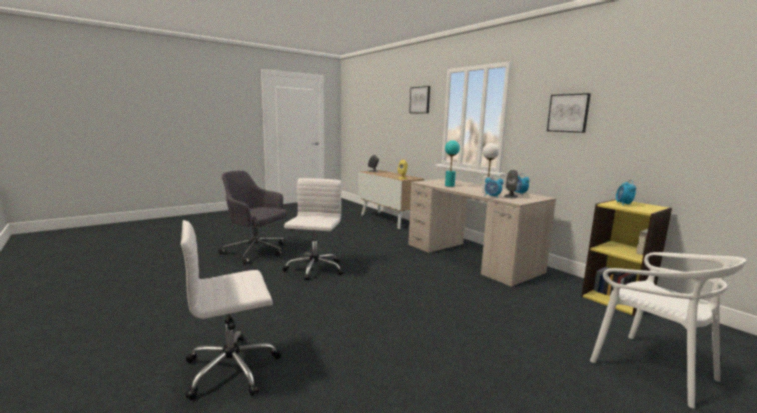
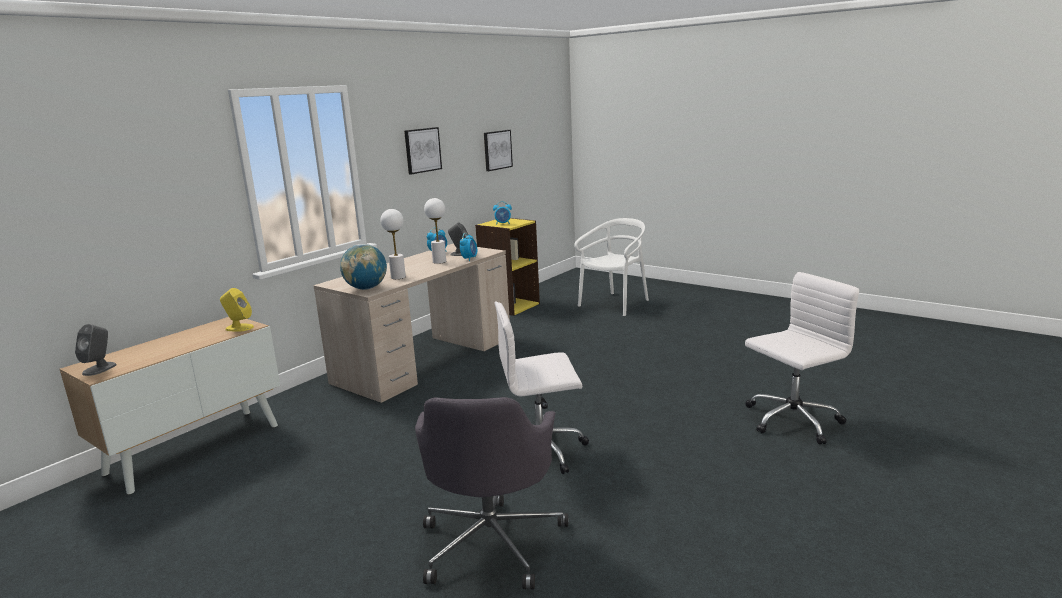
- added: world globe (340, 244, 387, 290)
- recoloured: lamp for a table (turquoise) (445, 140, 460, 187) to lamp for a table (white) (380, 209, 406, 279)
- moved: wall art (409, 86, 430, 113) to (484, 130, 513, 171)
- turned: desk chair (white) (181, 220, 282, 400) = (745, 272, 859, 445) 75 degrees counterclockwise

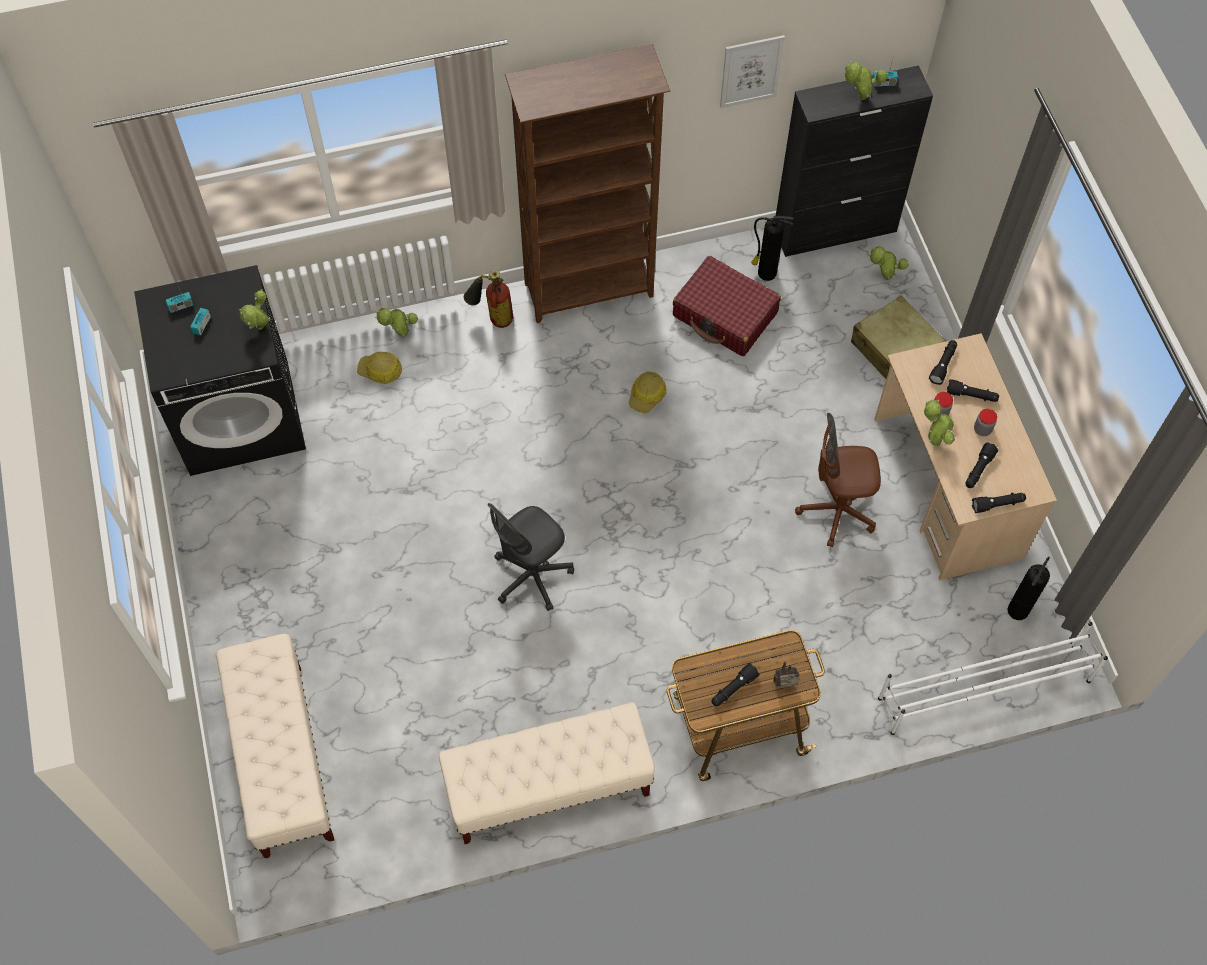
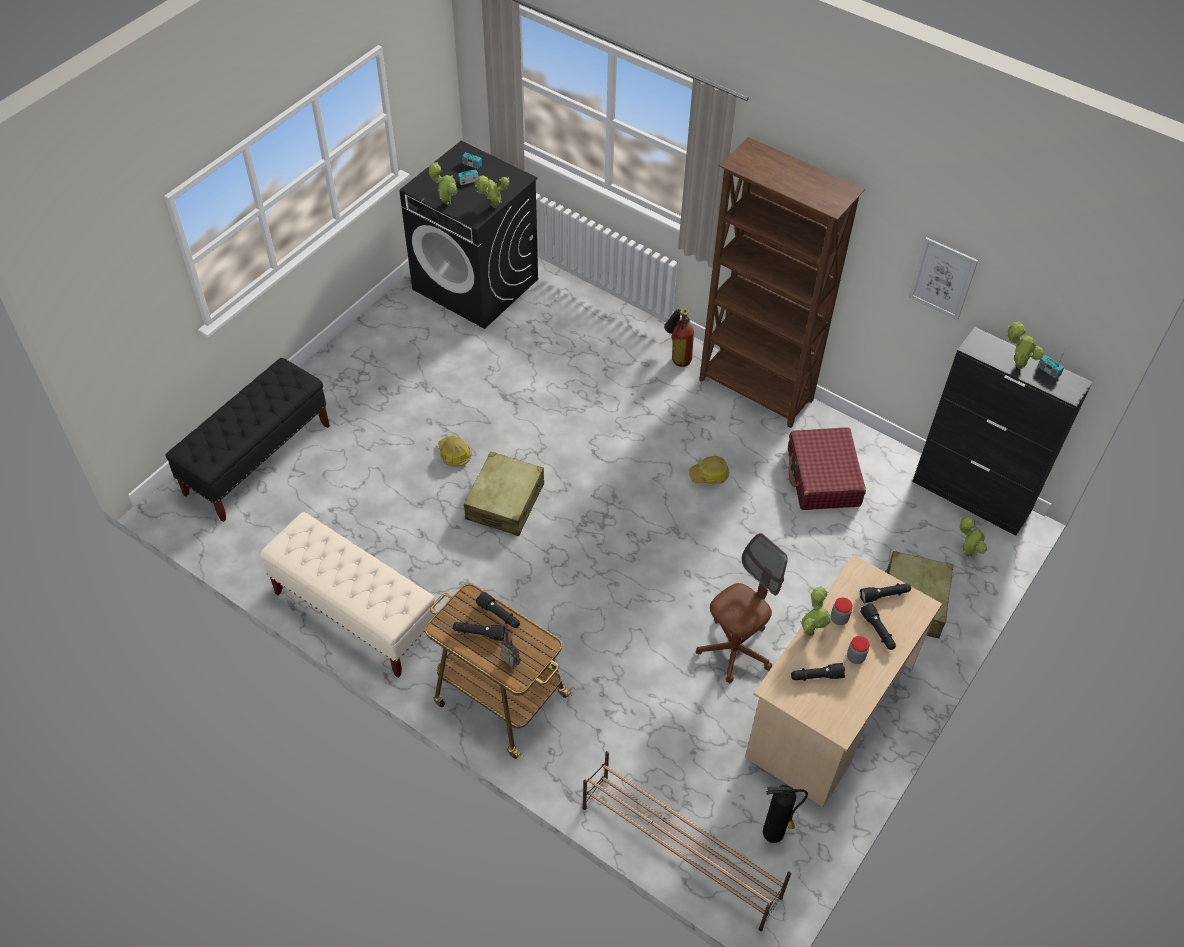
- recoloured: long seat (sand-coloured) (216, 634, 334, 858) to long seat (black-coloured) (165, 358, 330, 522)
- moved: houseplant (375, 307, 418, 337) to (428, 162, 458, 205)
- moved: safety helmet (357, 352, 402, 384) to (438, 435, 472, 467)
- replaced: desk chair (grey) (488, 503, 574, 611) to suitcase (sand-coloured) (464, 451, 544, 536)
- moved: flashlight (black-coloured) (972, 492, 1026, 513) to (476, 592, 520, 628)
- recoloured: shoe stand (white) (878, 622, 1108, 735) to shoe stand (brown-coloured) (582, 751, 791, 931)
- turned: desk chair (brown-coloured) (795, 413, 881, 547) = (696, 533, 788, 684) 90 degrees clockwise
- removed: fire-fighting cylinder (751, 213, 794, 281)

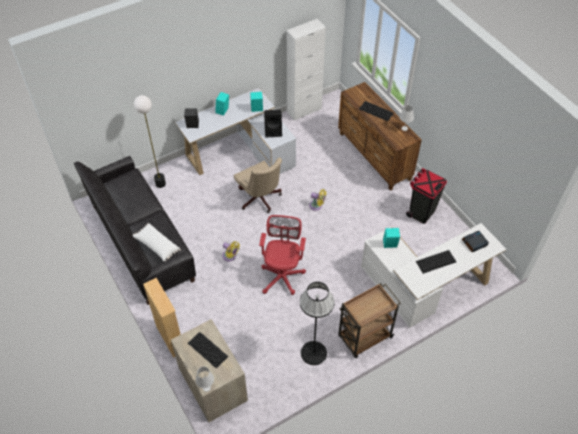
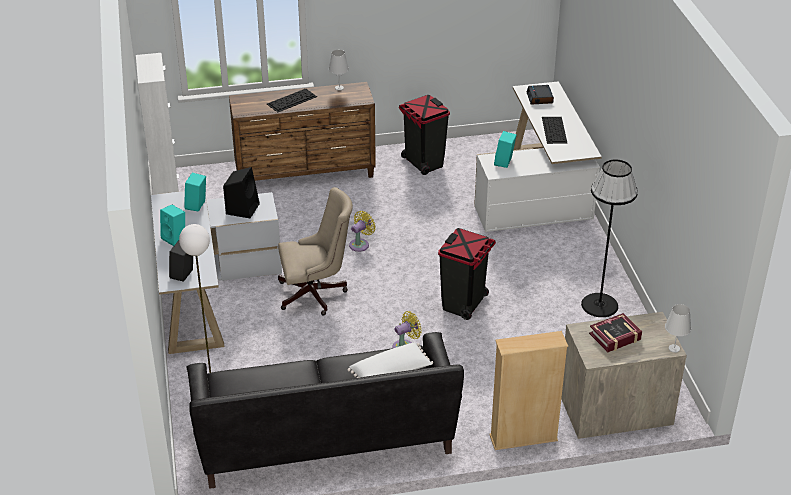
- replaced: desk chair (red-coloured) (259, 215, 306, 295) to waste bin (black-coloured) (438, 228, 496, 320)
- replaced: PC keyboard (188, 332, 229, 368) to volume (589, 313, 642, 353)
- removed: cart (brown-coloured) (338, 283, 401, 358)

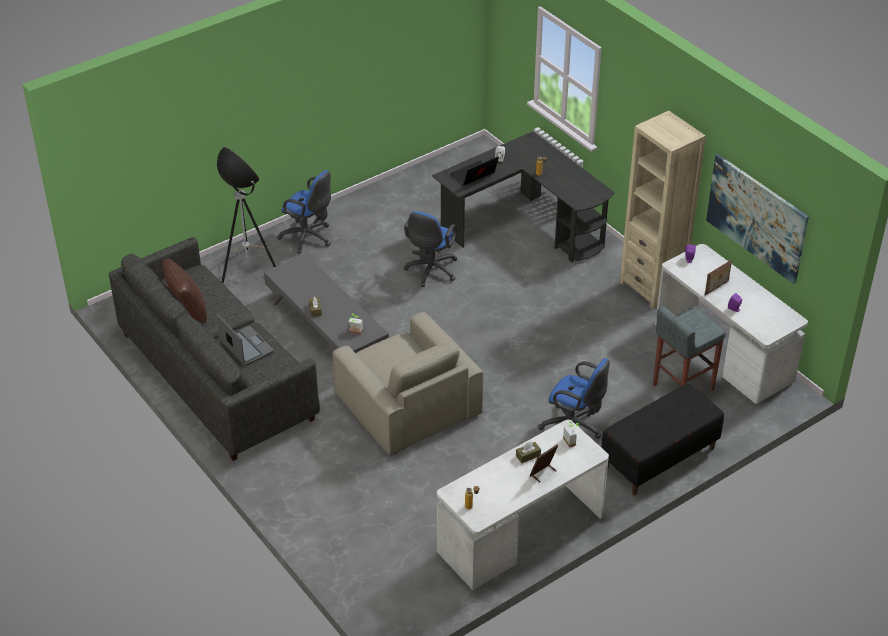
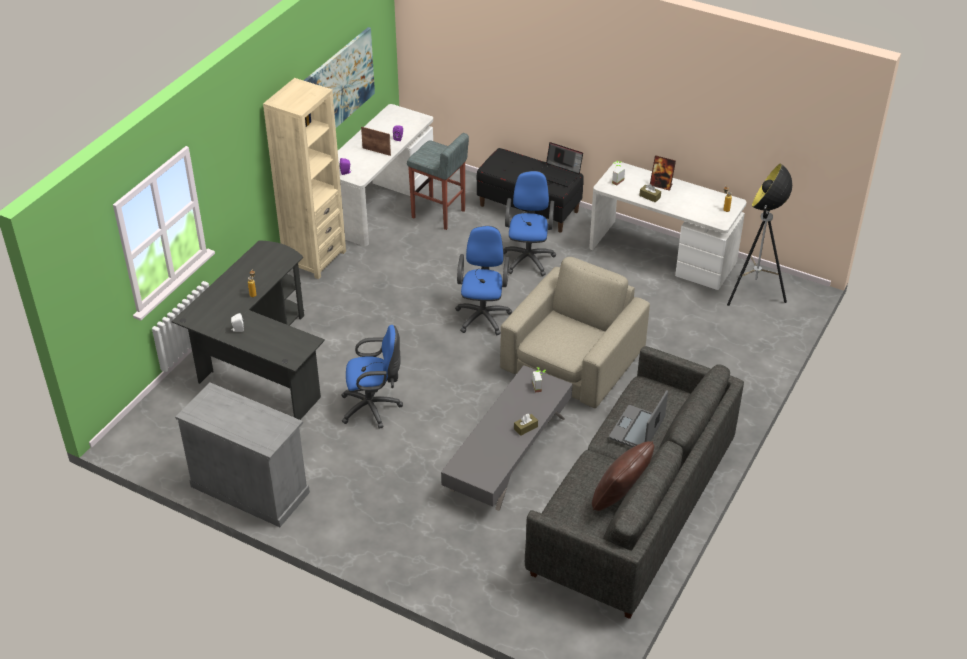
- added: cupboard (grey) (175, 382, 310, 527)
- moved: desk chair (bluish) (277, 170, 331, 254) to (455, 226, 512, 335)
- moved: laptop (450, 156, 499, 185) to (539, 142, 583, 187)
- moved: standard lamp (217, 147, 276, 283) to (727, 164, 792, 306)

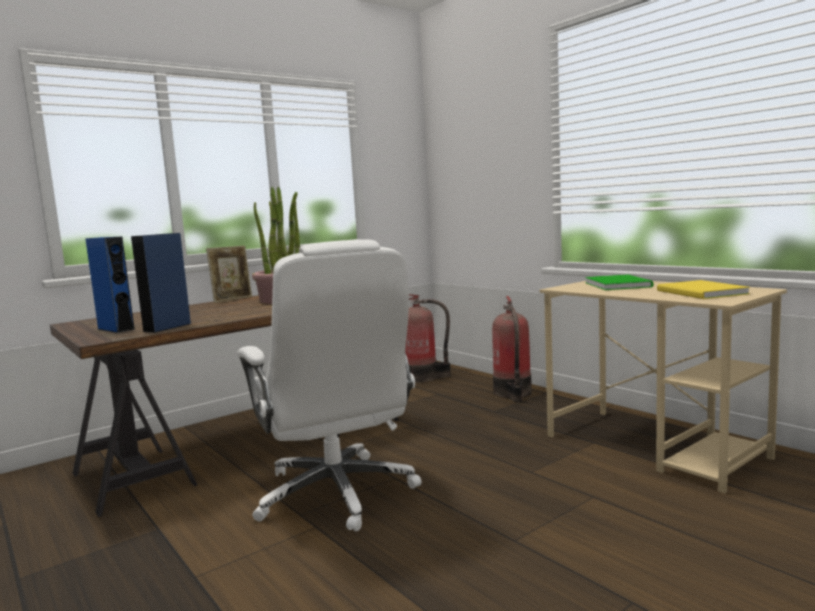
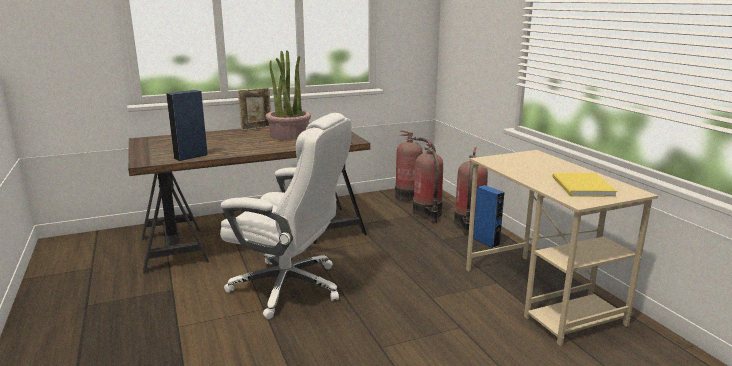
- turned: desk chair (white) (237, 239, 422, 532) = (220, 113, 352, 319) 60 degrees counterclockwise
- added: fire-fighting cylinder (413, 139, 443, 223)
- moved: loudspeaker (bluish) (85, 237, 135, 333) to (473, 185, 504, 248)
- removed: volume (green) (585, 274, 653, 290)

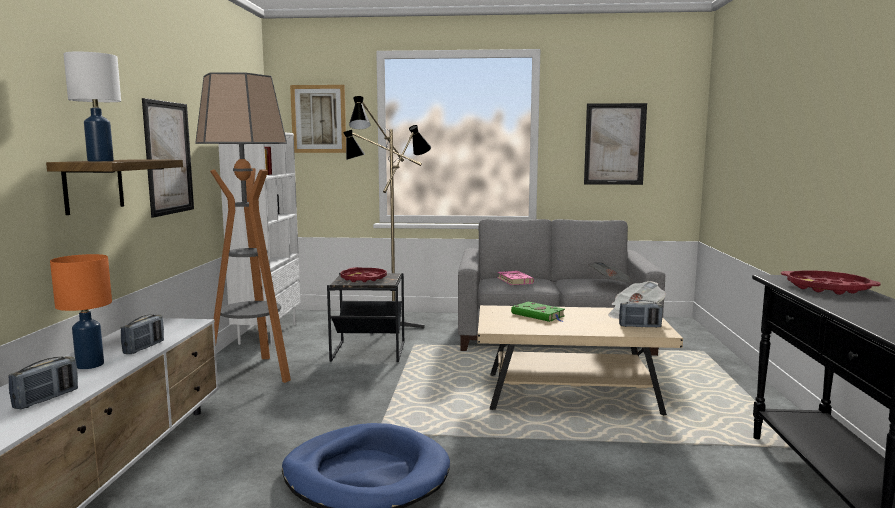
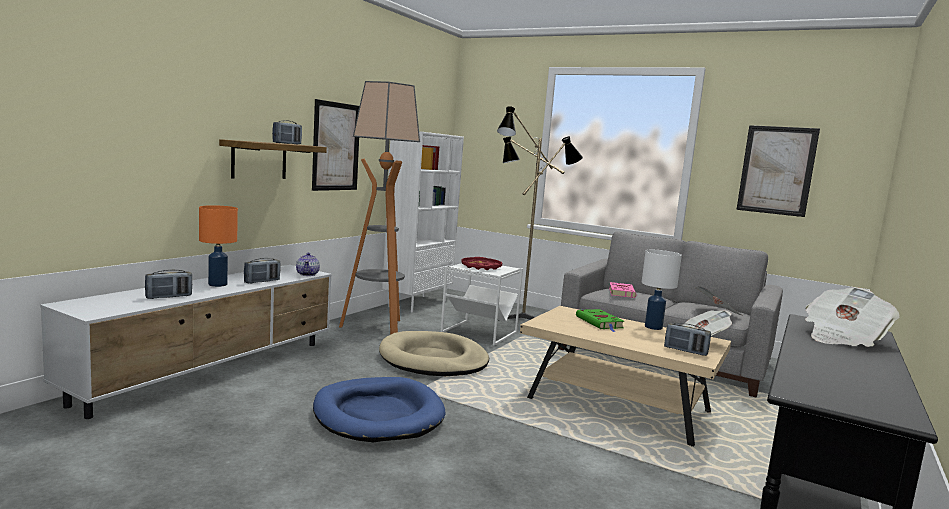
- added: radio set (272, 120, 302, 144)
- added: tea pot (296, 253, 320, 276)
- added: pet bed (sand-coloured) (379, 331, 489, 376)
- recoloured: accent table (black-coloured) (327, 273, 404, 362) to accent table (white) (440, 263, 523, 346)
- moved: lamp for a table (white) (63, 52, 121, 161) to (642, 250, 682, 330)
- replaced: tray (red-coloured) (781, 270, 881, 295) to printed paper (805, 287, 900, 347)
- removed: wall art (290, 85, 346, 153)

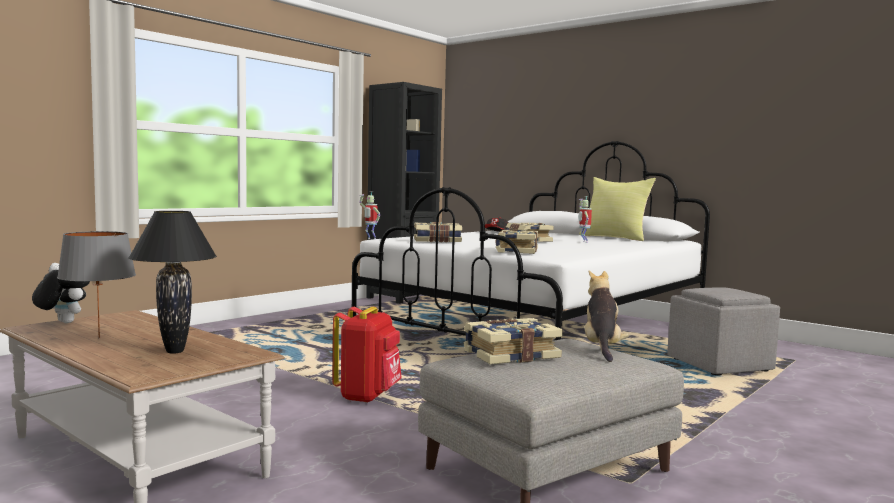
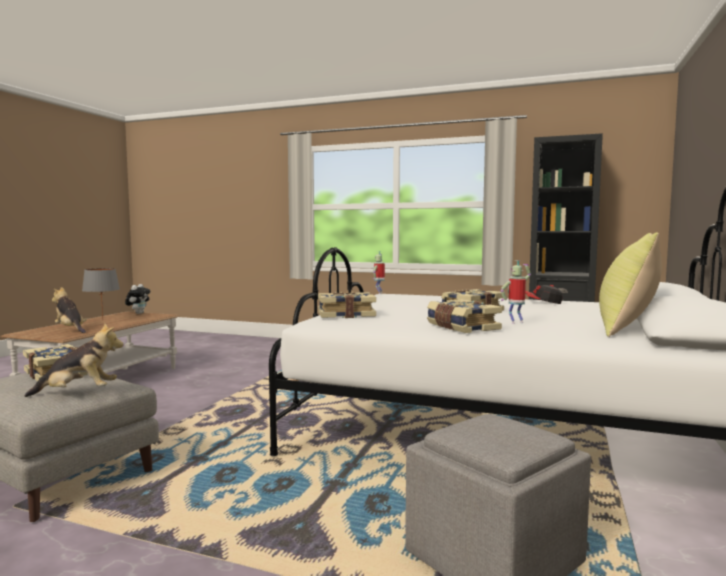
- replaced: lamp for a table (black-coloured) (128, 211, 217, 354) to plush toy (52, 287, 87, 333)
- moved: volume (414, 222, 462, 243) to (427, 299, 502, 333)
- removed: rucksack (red-coloured) (333, 307, 402, 403)

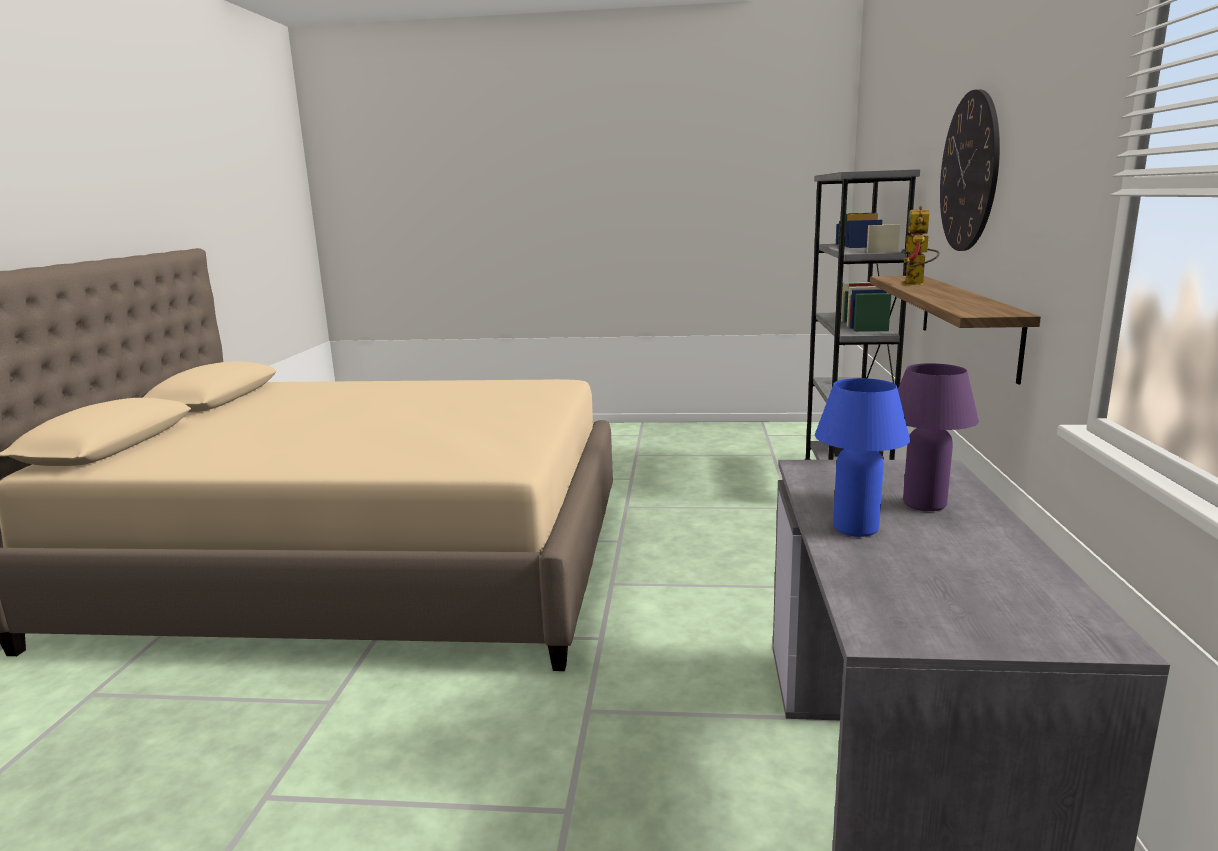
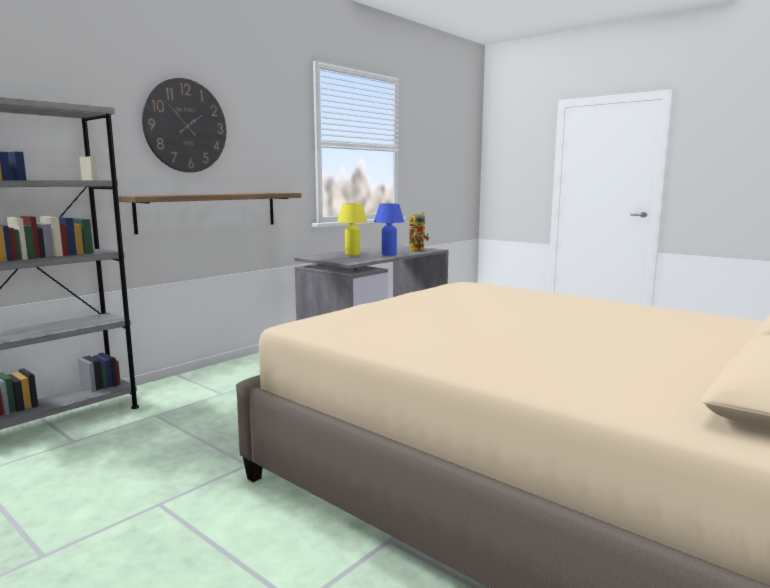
- recoloured: lamp for a table (purple-coloured) (898, 363, 979, 511) to lamp for a table (yellowish) (337, 203, 367, 256)
- moved: robot figure (901, 206, 940, 285) to (409, 212, 429, 252)

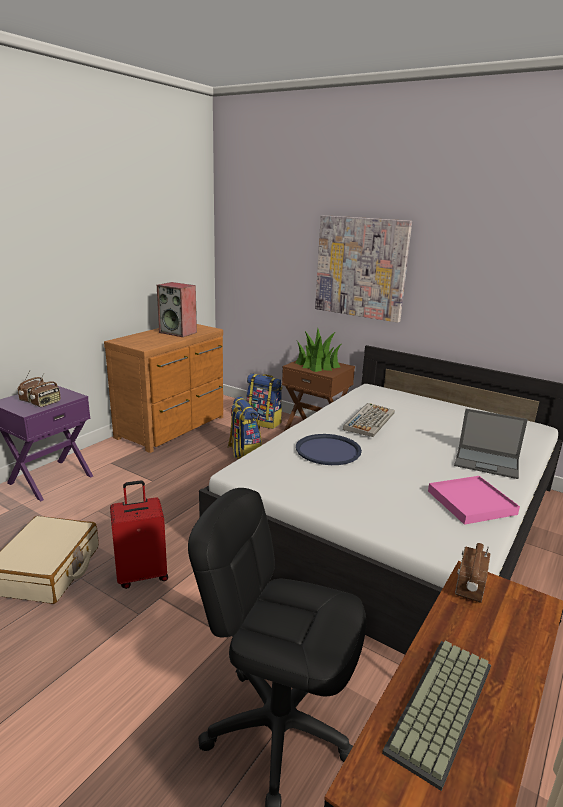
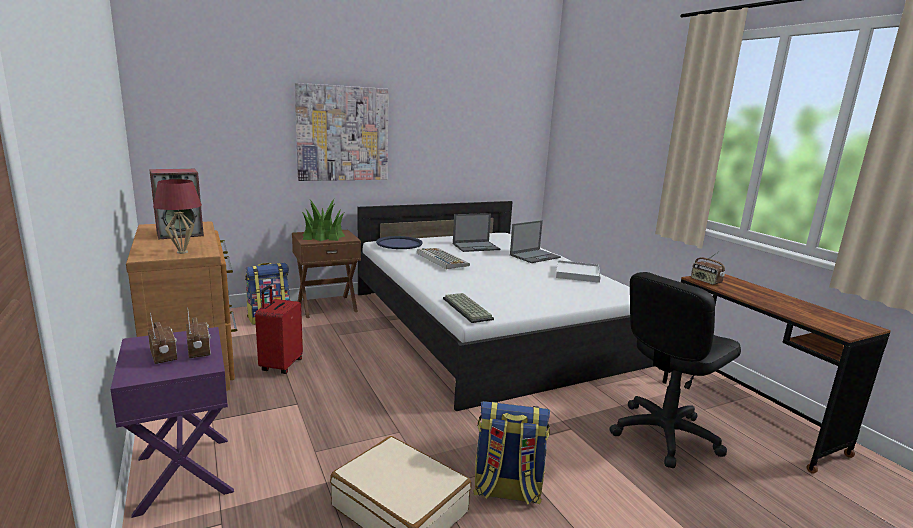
- added: lamp for a table (red-coloured) (153, 179, 202, 254)
- moved: suitcase (red-coloured) (110, 480, 168, 589) to (255, 285, 303, 374)
- moved: tray (bluish) (296, 434, 362, 465) to (376, 236, 423, 249)
- moved: PC keyboard (382, 641, 491, 791) to (443, 293, 494, 323)
- added: laptop (453, 213, 500, 252)
- moved: rucksack (228, 397, 262, 459) to (473, 401, 550, 505)
- recoloured: tray (pinkish) (428, 476, 520, 525) to tray (white) (556, 260, 601, 283)

